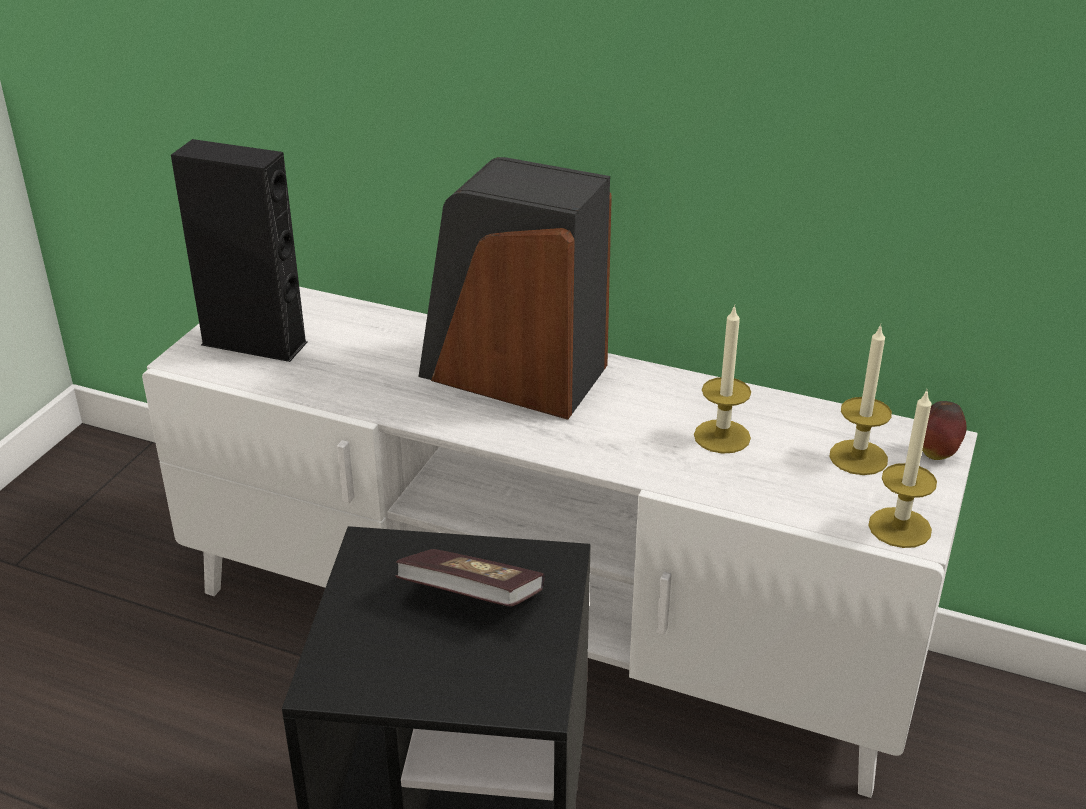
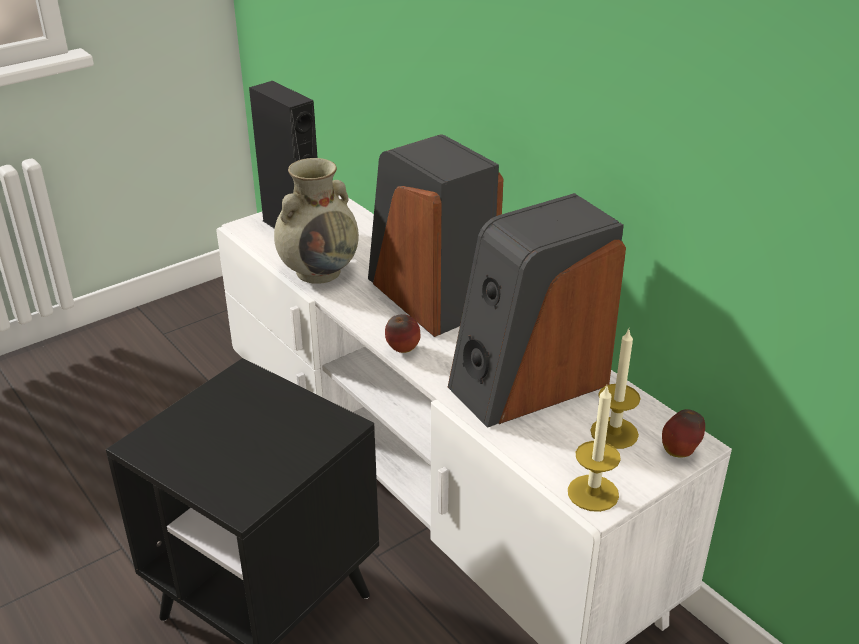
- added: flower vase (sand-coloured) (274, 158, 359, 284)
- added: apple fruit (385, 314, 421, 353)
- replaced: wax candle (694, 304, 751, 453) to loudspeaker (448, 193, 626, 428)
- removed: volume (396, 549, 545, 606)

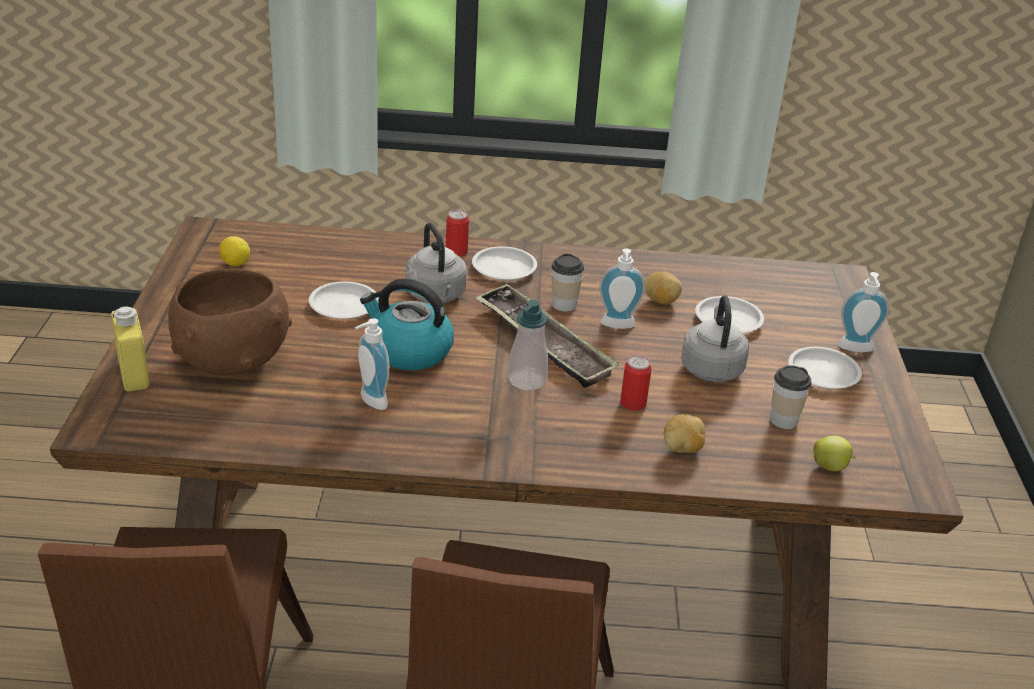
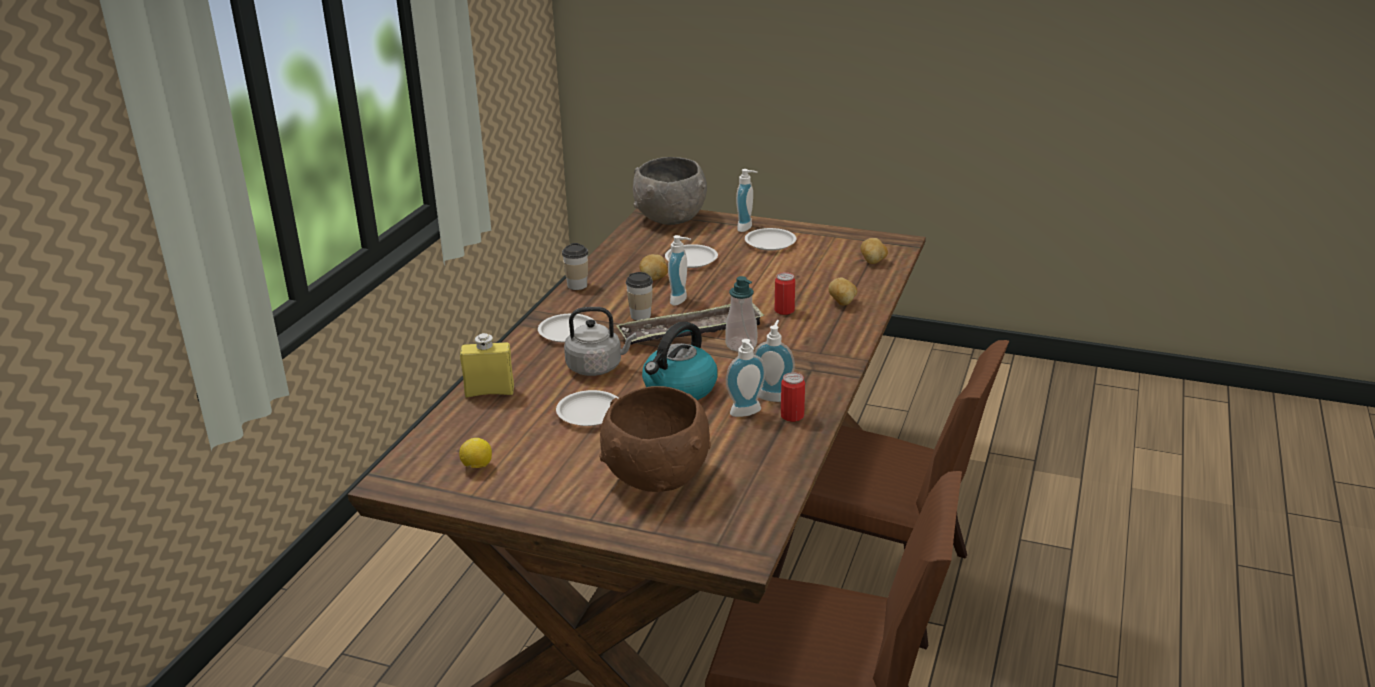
- moved: drink bottle (yellowish) (111, 306, 149, 391) to (460, 333, 514, 397)
- moved: drinking cup (770, 365, 812, 429) to (562, 243, 588, 290)
- added: serving bowl (grey) (633, 157, 707, 225)
- added: liquid soap bottle (753, 320, 795, 402)
- moved: sealed can (446, 210, 469, 257) to (781, 372, 805, 422)
- replaced: apple fruit (813, 436, 855, 471) to spud (861, 238, 888, 264)
- removed: water kettle (grey) (681, 295, 749, 382)

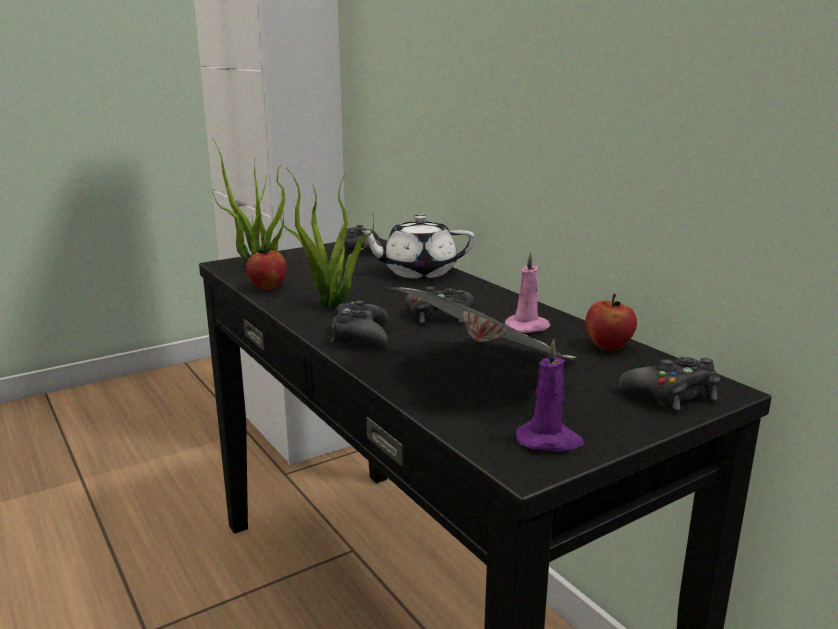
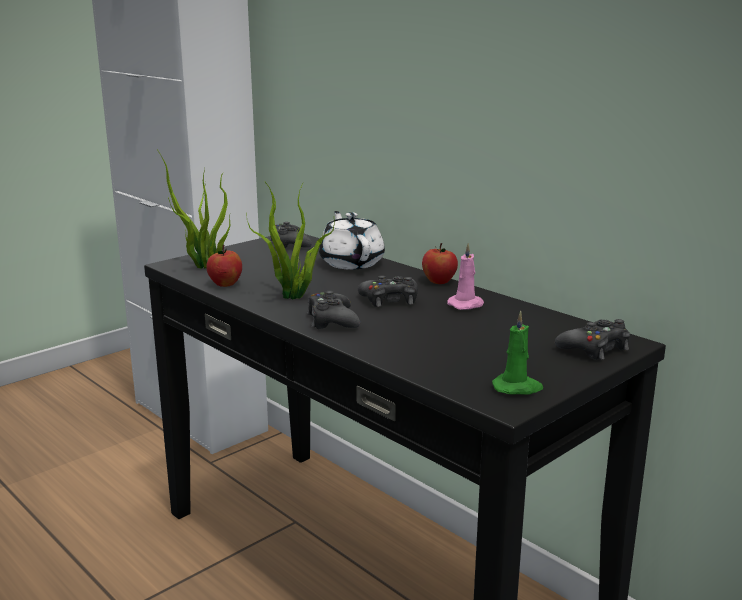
- turned: tea pot (white) (356, 215, 475, 279) = (319, 211, 385, 270) 90 degrees clockwise
- moved: apple fruit (585, 294, 637, 351) to (422, 243, 458, 284)
- recoloured: wax candle (purple-coloured) (516, 339, 584, 452) to wax candle (green) (492, 311, 543, 395)
- removed: printed paper (389, 287, 576, 359)

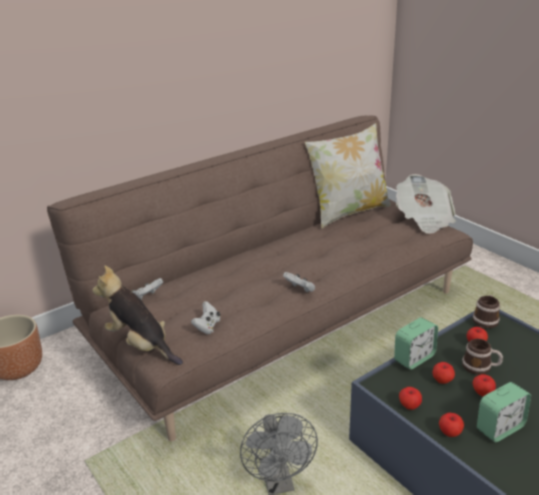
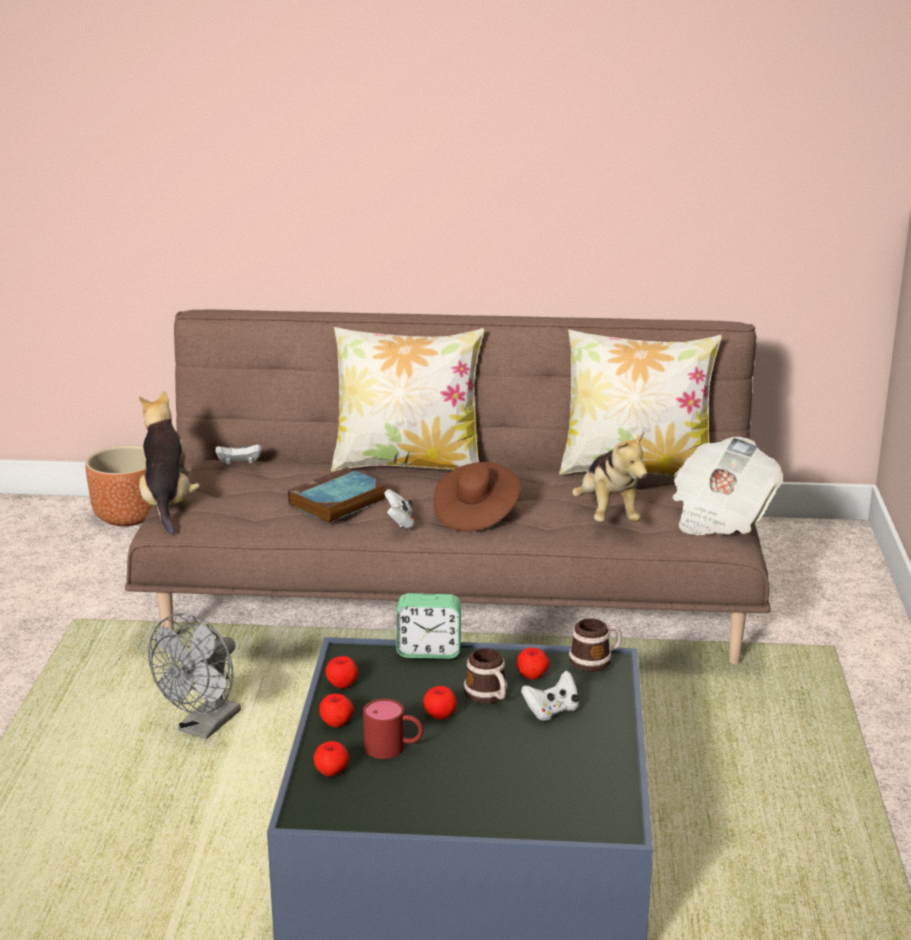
- added: volume (288, 467, 387, 523)
- moved: apple fruit (432, 362, 455, 384) to (313, 741, 349, 776)
- added: throw pillow (331, 327, 484, 472)
- replaced: table clock (477, 382, 531, 442) to mug (red-coloured) (363, 699, 423, 759)
- added: hat (brown-coloured) (433, 462, 521, 532)
- moved: joypad (white) (191, 301, 221, 334) to (521, 670, 579, 721)
- added: plush toy (572, 431, 647, 522)

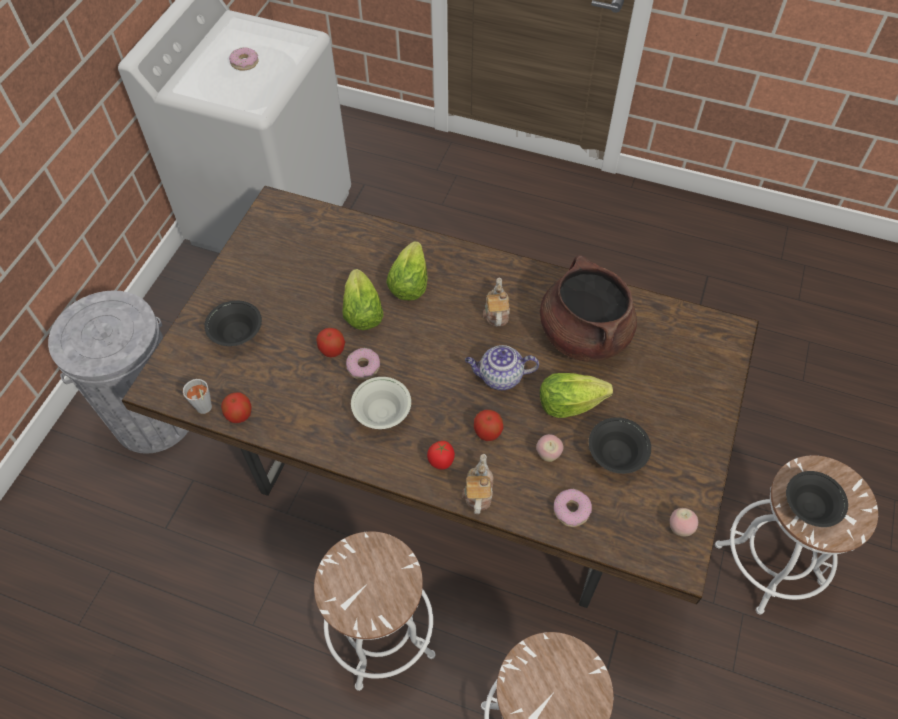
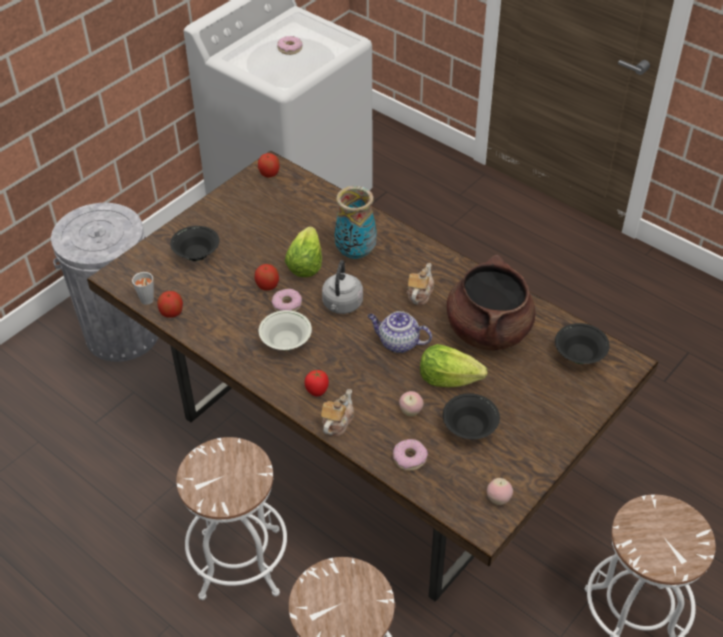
- moved: apple fruit (474, 410, 504, 441) to (258, 153, 280, 178)
- added: water kettle (grey) (322, 260, 363, 314)
- replaced: lettuce head (386, 241, 428, 300) to flower vase (334, 186, 377, 259)
- moved: serving bowl (black-coloured) (786, 471, 848, 527) to (555, 323, 610, 364)

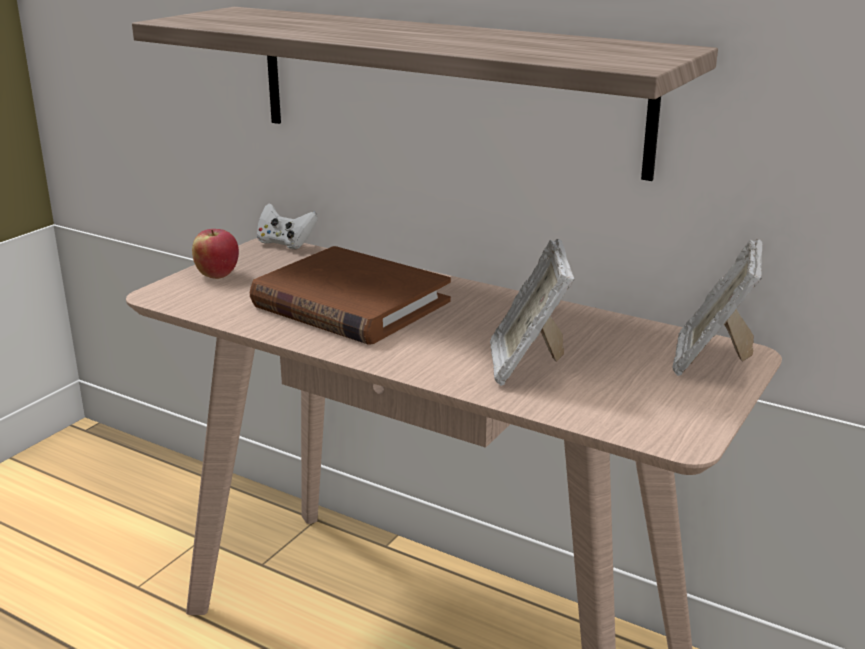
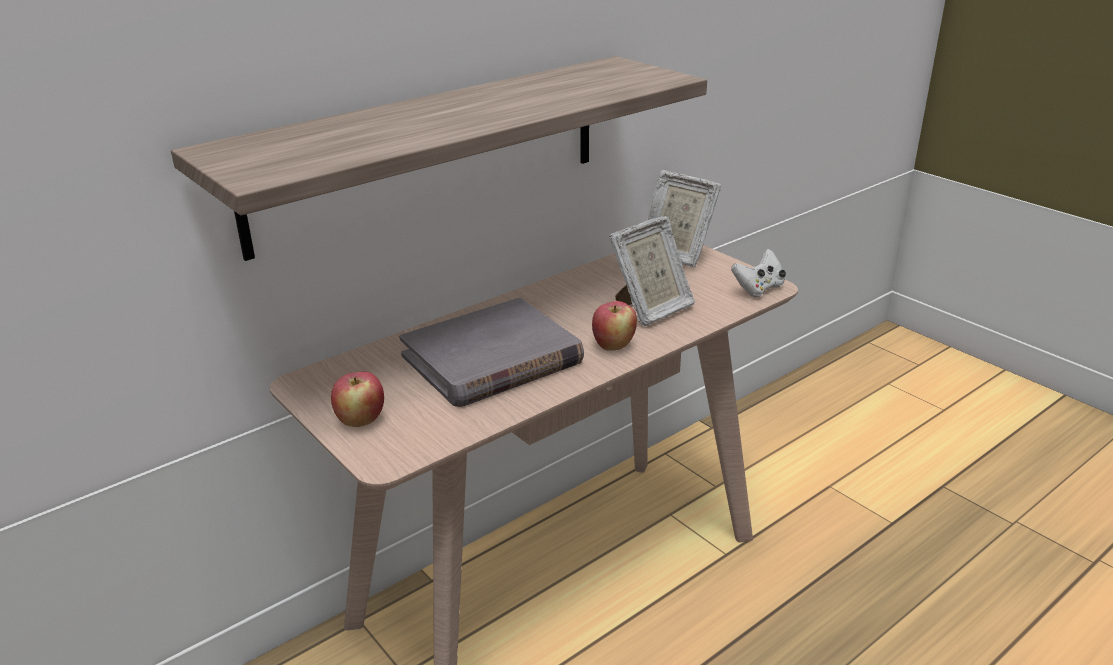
- recoloured: volume (brown-coloured) (250, 246, 451, 345) to volume (grey) (399, 298, 584, 407)
- added: apple fruit (592, 301, 637, 351)
- turned: picture frame (490, 239, 574, 386) = (609, 216, 695, 326) 60 degrees counterclockwise
- moved: joypad (white) (257, 203, 318, 249) to (731, 249, 786, 297)

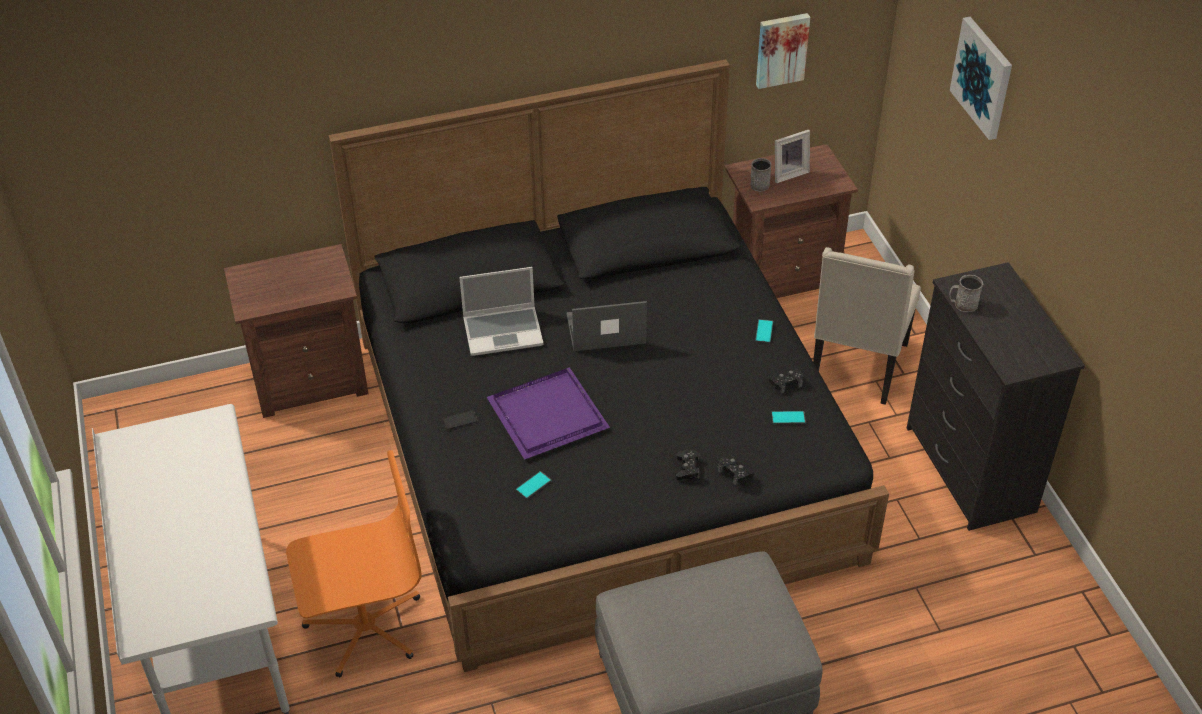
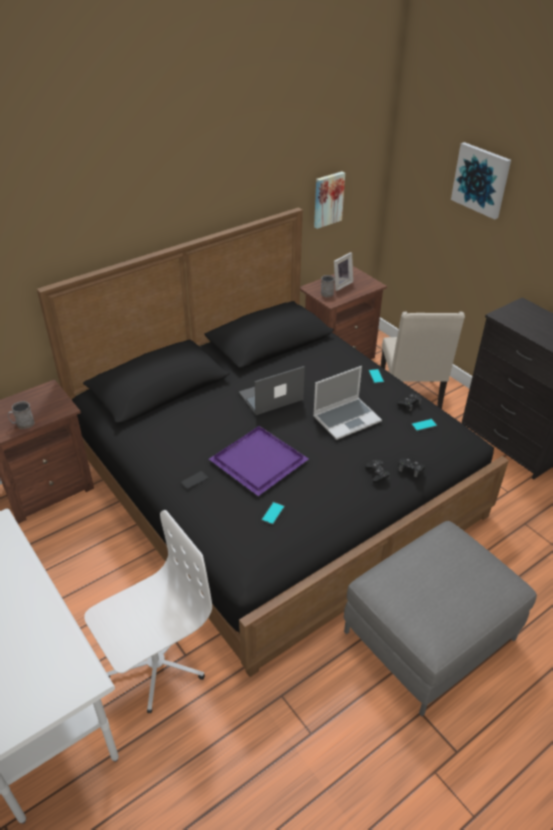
- moved: mug (grey) (949, 275, 983, 312) to (8, 401, 34, 429)
- recoloured: desk chair (orangey) (286, 450, 422, 677) to desk chair (white) (84, 510, 212, 713)
- moved: laptop (459, 267, 544, 356) to (313, 366, 382, 440)

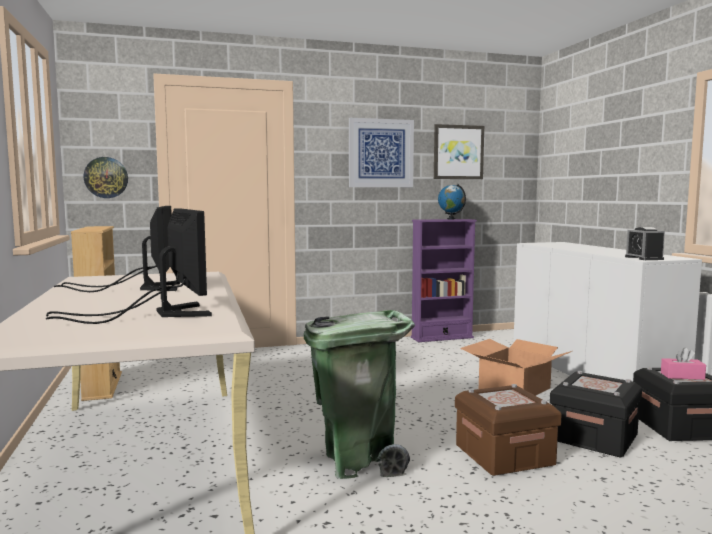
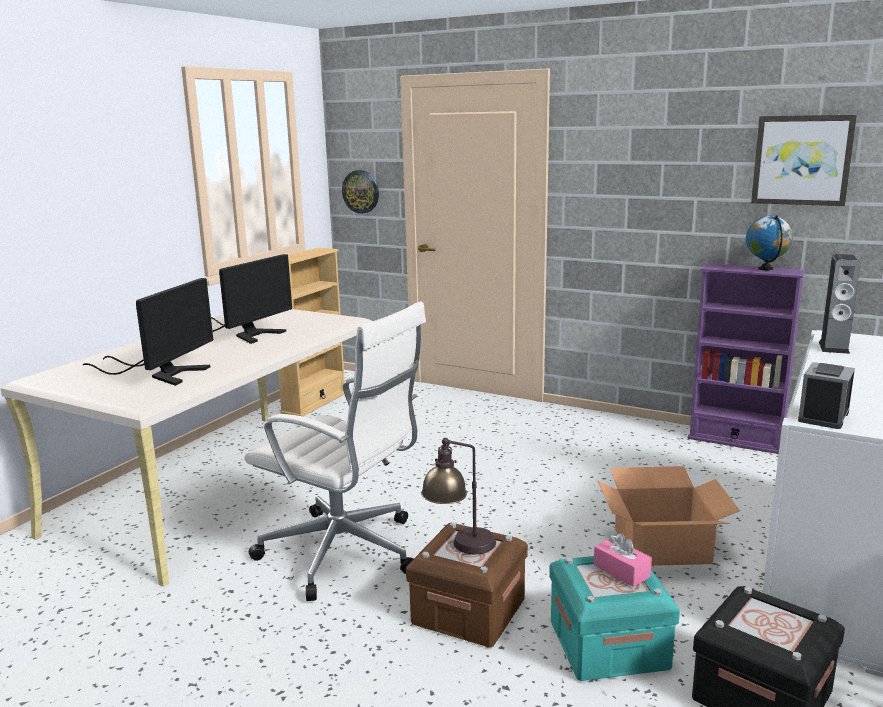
- replaced: waste bin (green) (304, 310, 415, 479) to desk chair (white) (245, 301, 426, 601)
- added: lamp for a table (421, 438, 496, 554)
- recoloured: storage bin (black-coloured) (550, 371, 642, 458) to storage bin (turquoise) (549, 556, 680, 681)
- moved: tissue box (pinkish) (661, 347, 706, 380) to (594, 533, 652, 587)
- added: loudspeaker (819, 254, 860, 354)
- removed: wall art (349, 118, 414, 187)

